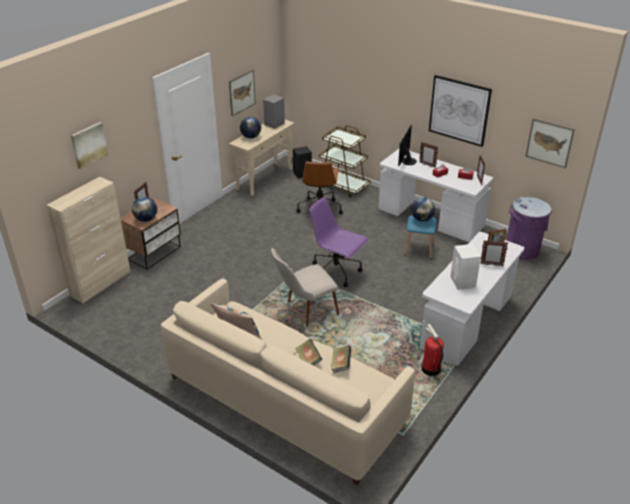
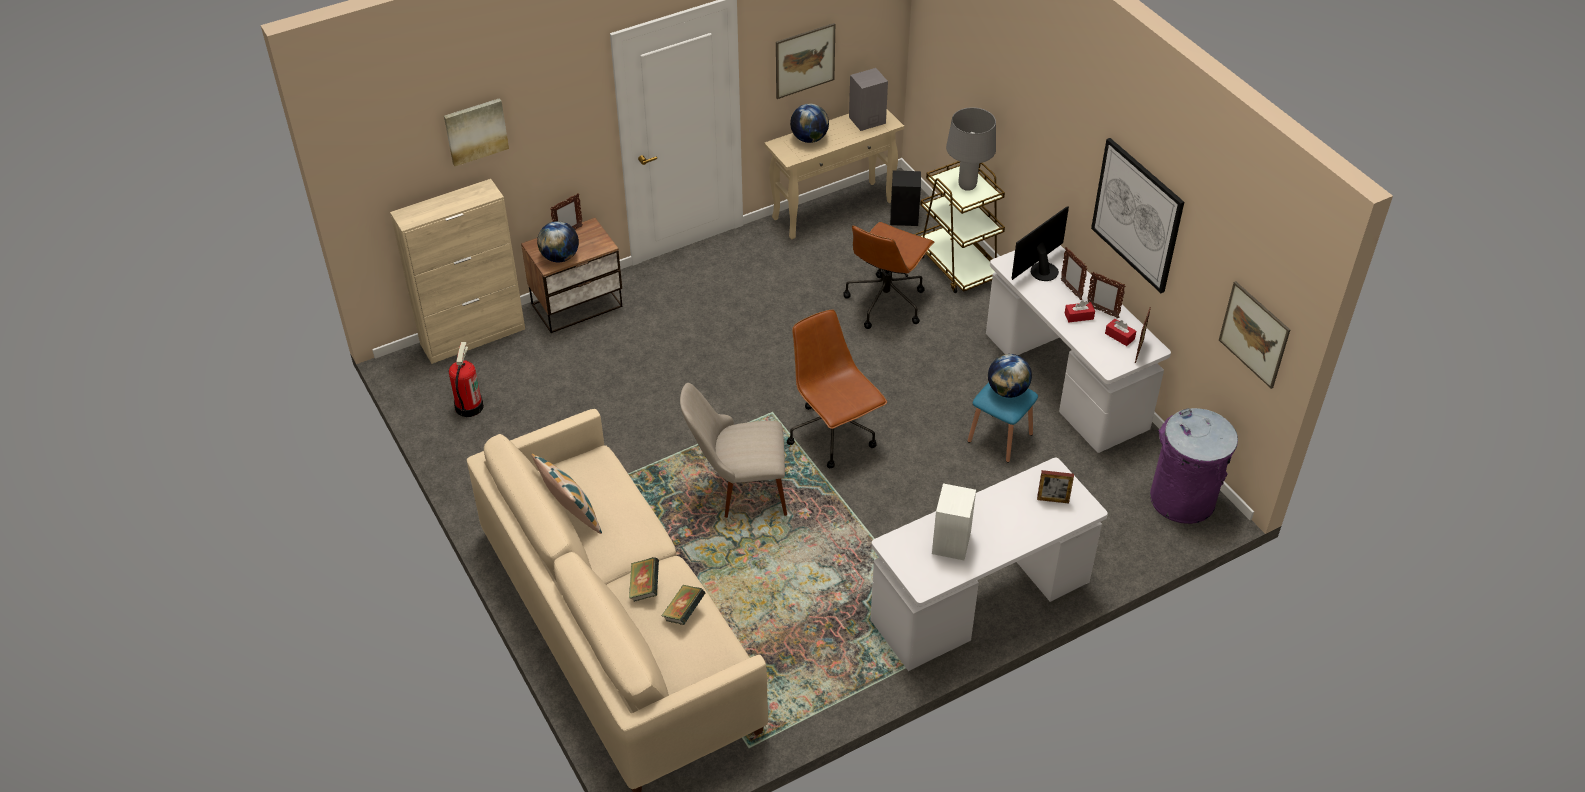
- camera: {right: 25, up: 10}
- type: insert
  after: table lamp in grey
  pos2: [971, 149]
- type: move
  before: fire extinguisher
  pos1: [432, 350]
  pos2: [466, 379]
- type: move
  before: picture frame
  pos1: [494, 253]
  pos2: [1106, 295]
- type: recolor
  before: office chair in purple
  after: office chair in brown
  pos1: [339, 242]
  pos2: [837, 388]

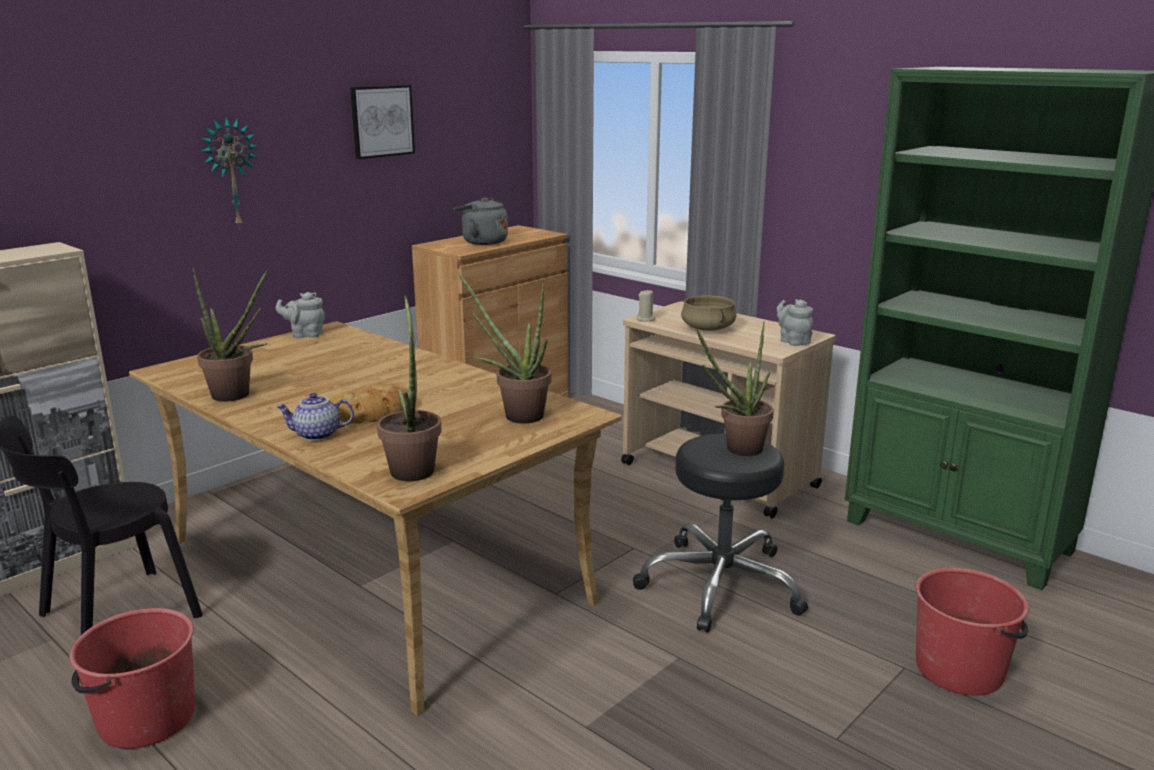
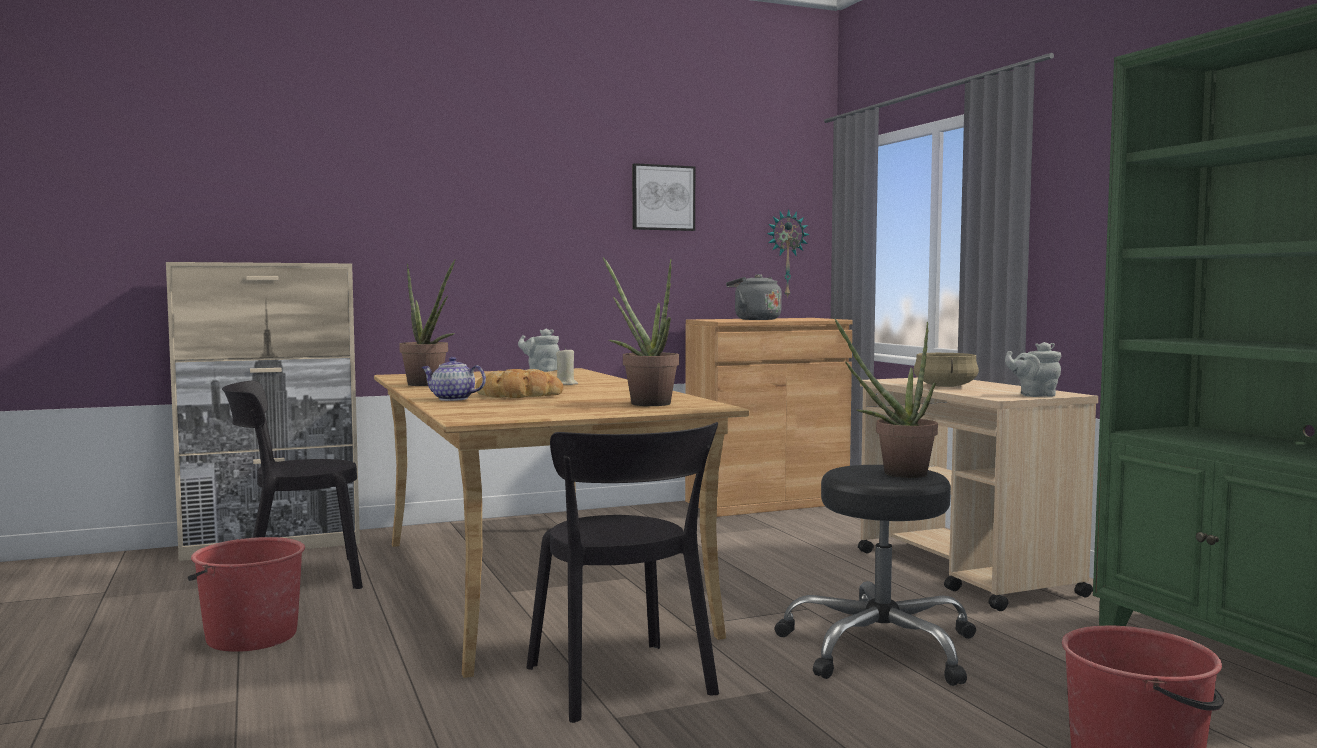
- camera: {right: 25, up: -15}
- type: delete
  before: potted plant
  pos1: [409, 388]
- type: insert
  after: chair in black
  pos2: [622, 572]
- type: move
  before: wall clock
  pos1: [229, 172]
  pos2: [788, 254]
- type: move
  before: candle in beige
  pos1: [646, 305]
  pos2: [567, 366]
- type: rotate
  before: teapot in grey
  pos1: [795, 322]
  pos2: [1033, 369]
  turn: -90

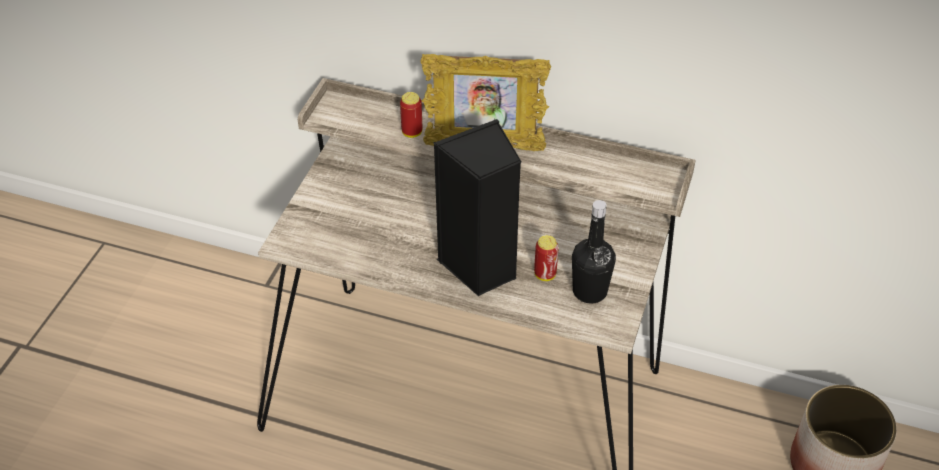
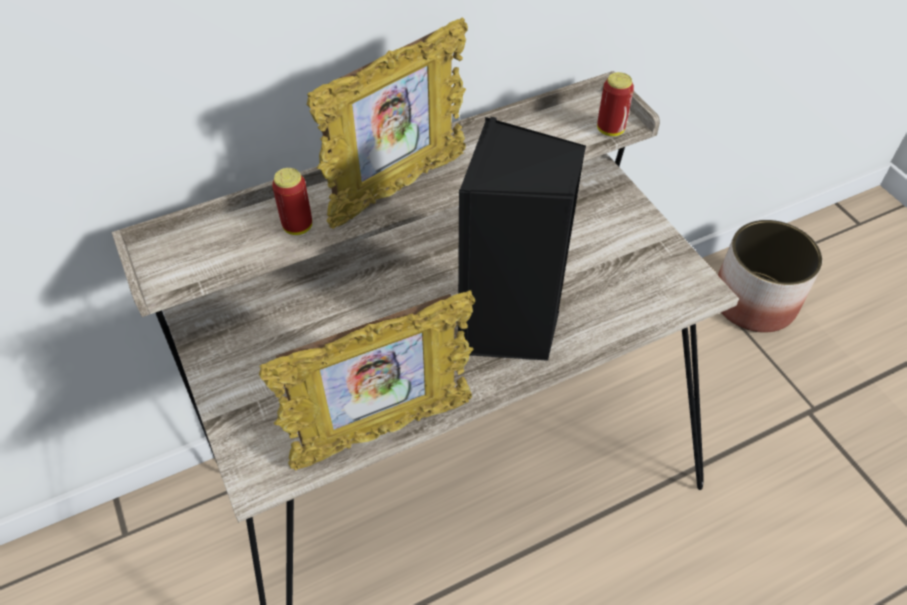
- camera: {right: -45, up: 5}
- type: delete
  before: bottle in black
  pos1: [594, 252]
- type: insert
  after: picture frame
  pos2: [367, 380]
- type: move
  before: can
  pos1: [546, 258]
  pos2: [615, 104]

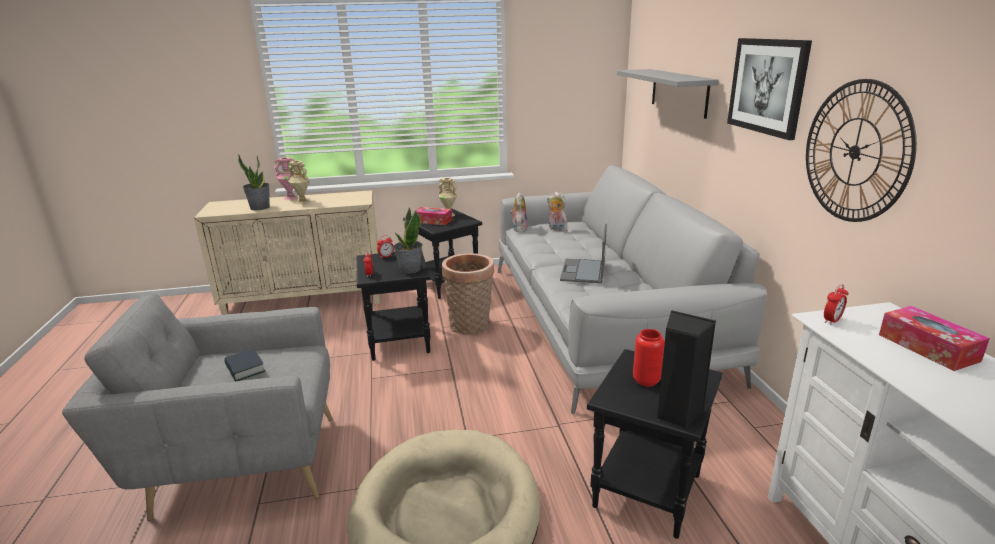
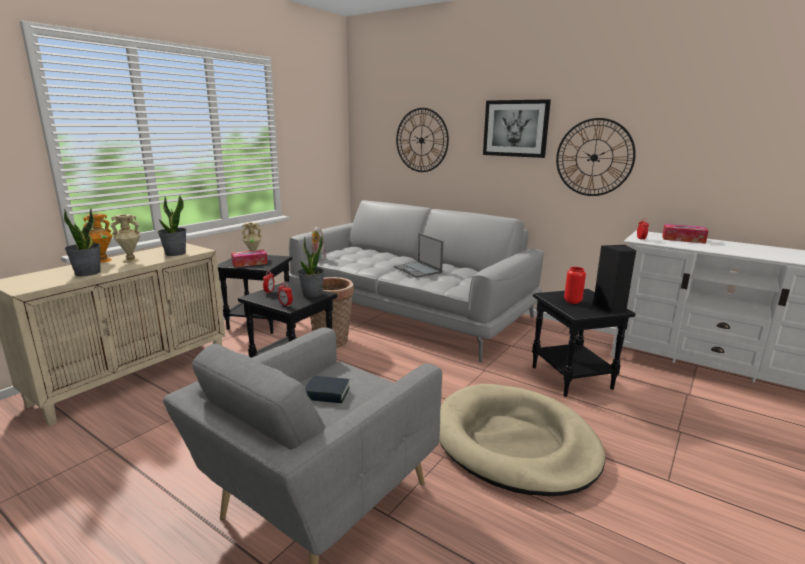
- camera: {right: -45, up: -5}
- type: delete
  before: plush toy
  pos1: [557, 211]
- type: insert
  after: potted plant
  pos2: [172, 225]
- type: replace
  before: shelf in grey
  after: wall clock
  pos1: [668, 94]
  pos2: [422, 140]
- type: recolor
  before: vase in pink
  after: vase in orange
  pos1: [286, 178]
  pos2: [98, 238]

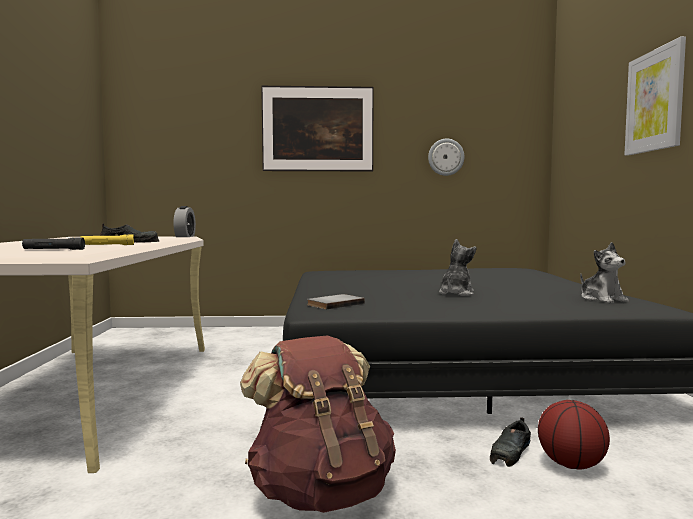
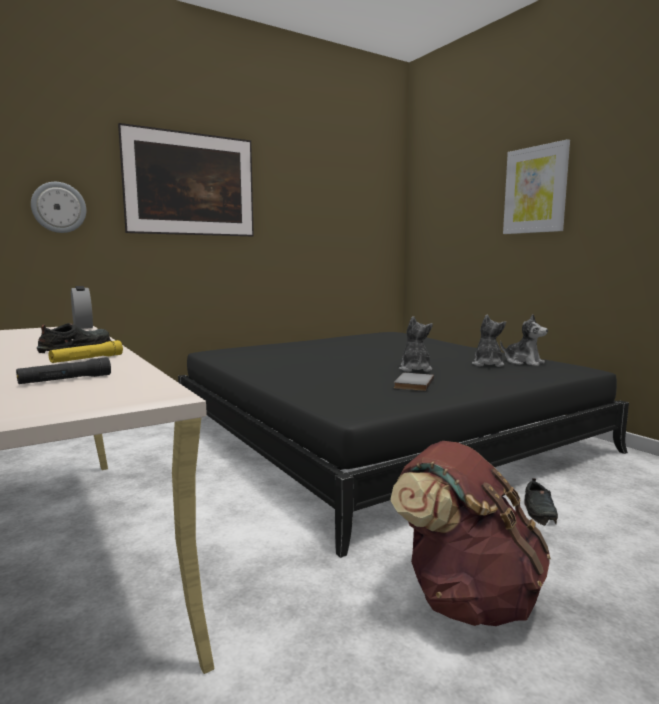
- camera: {right: -30, up: 5}
- type: delete
  before: basketball
  pos1: [574, 435]
- type: insert
  after: plush toy
  pos2: [489, 341]
- type: move
  before: book in grey
  pos1: [336, 302]
  pos2: [414, 382]
- type: move
  before: wall clock
  pos1: [446, 157]
  pos2: [58, 207]

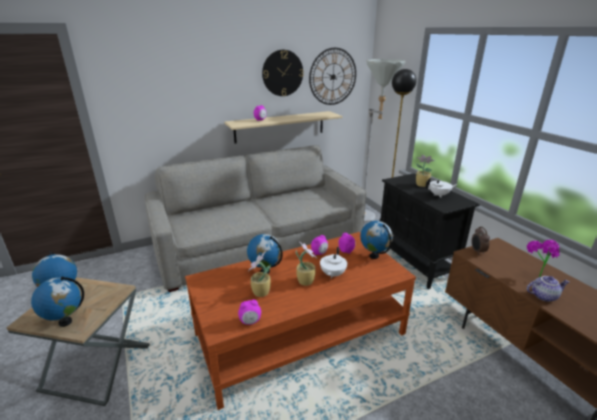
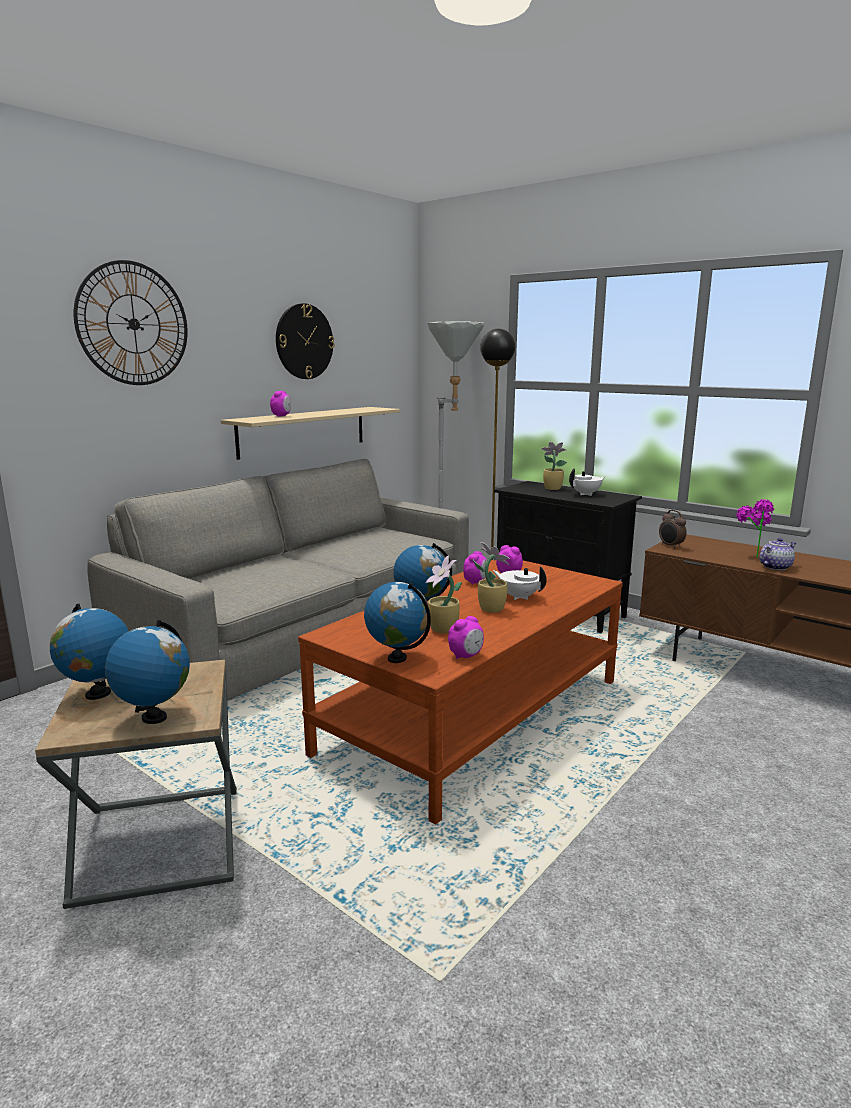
- camera: {right: -25, up: -10}
- type: move
  before: wall clock
  pos1: [332, 76]
  pos2: [131, 322]
- type: move
  before: globe
  pos1: [376, 240]
  pos2: [397, 622]
- type: rotate
  before: teapot in white
  pos1: [333, 263]
  pos2: [520, 583]
  turn: 135

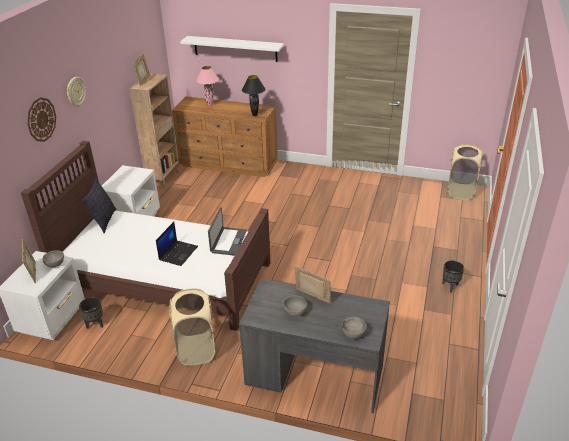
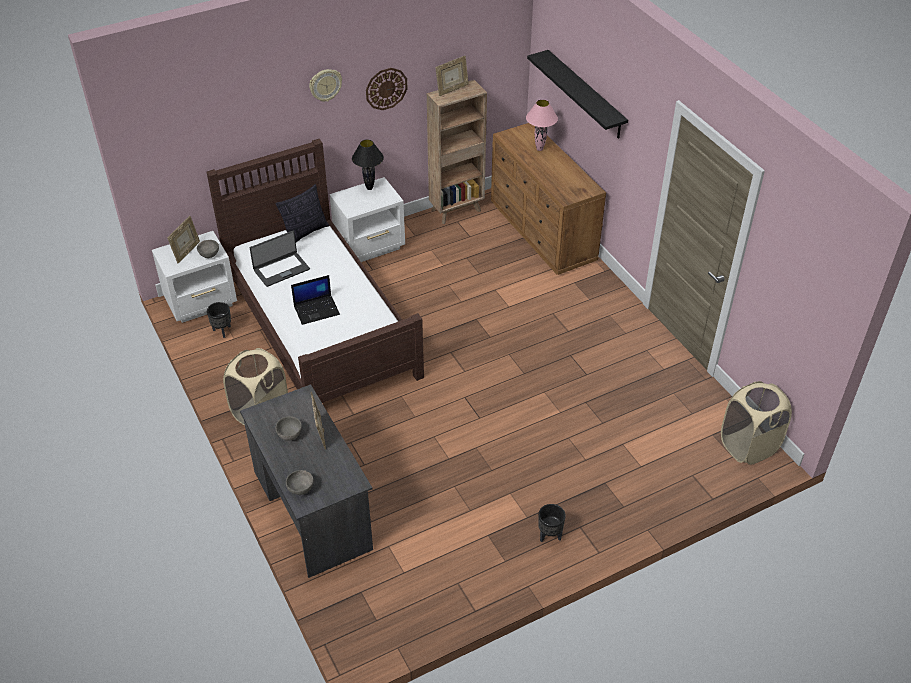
- camera: {right: 45, up: 10}
- type: move
  before: wall clock
  pos1: [41, 119]
  pos2: [387, 89]
- type: move
  before: laptop
  pos1: [227, 231]
  pos2: [280, 259]
- type: move
  before: table lamp in black
  pos1: [253, 95]
  pos2: [368, 165]
- type: recolor
  before: shelf in white
  after: shelf in black
  pos1: [232, 49]
  pos2: [577, 94]

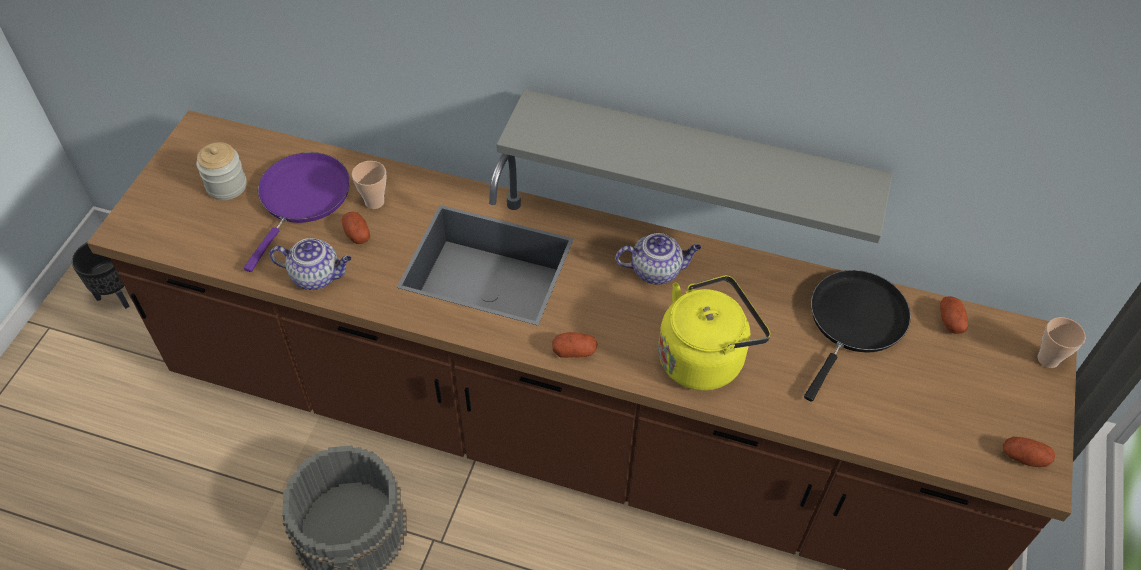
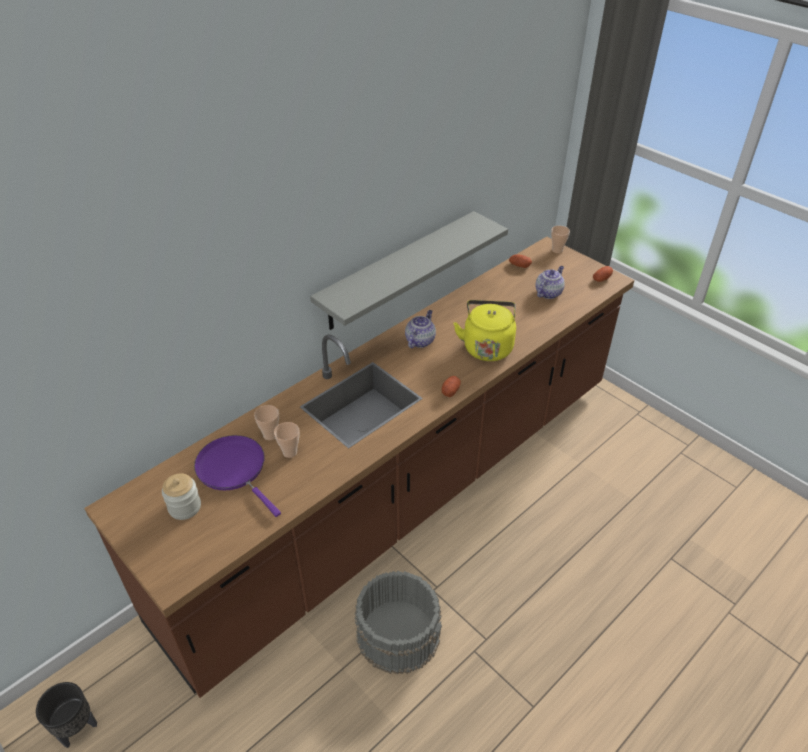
- camera: {right: -60, up: -10}
- type: delete
  before: frying pan in black
  pos1: [857, 335]
- type: move
  before: teapot
  pos1: [310, 264]
  pos2: [550, 282]
- type: replace
  before: potato
  after: cup
  pos1: [355, 228]
  pos2: [287, 440]

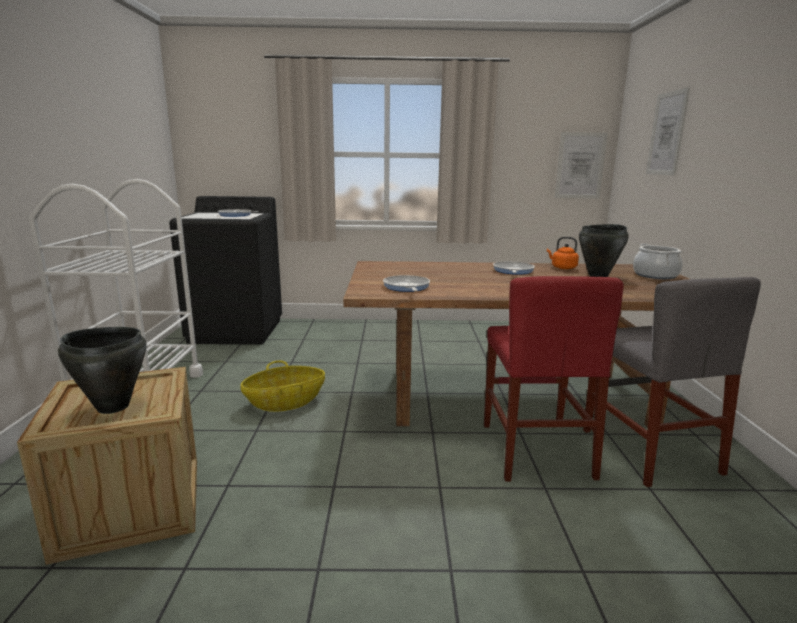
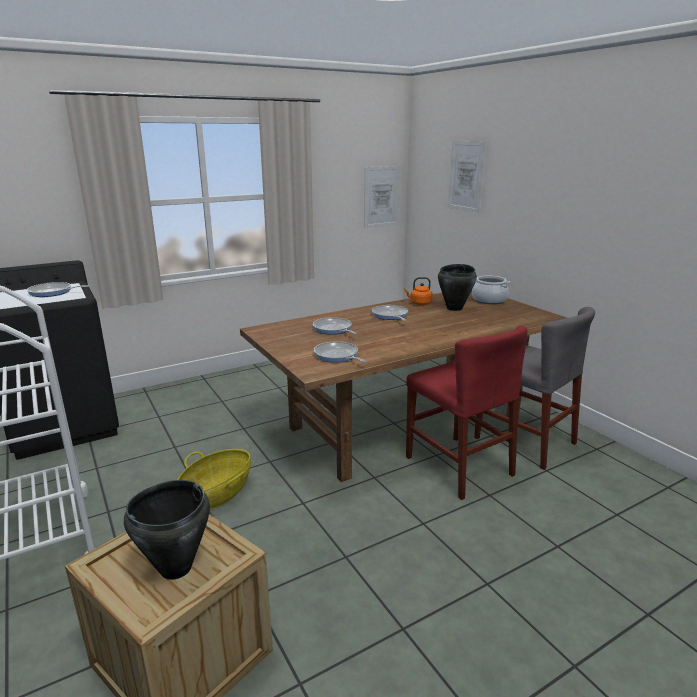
- camera: {right: -30, up: 5}
- type: insert
  after: frying pan
  pos2: [335, 326]

